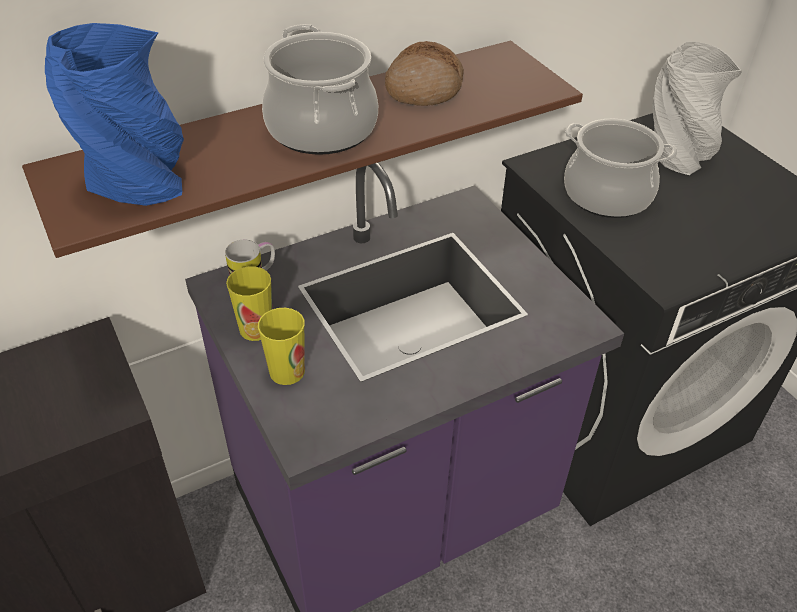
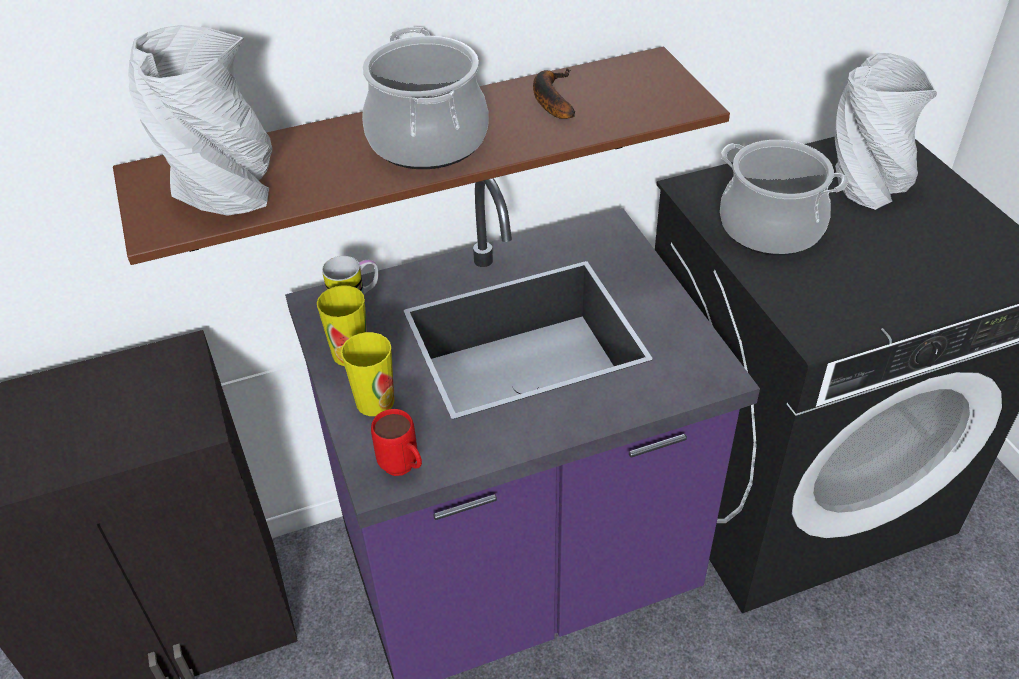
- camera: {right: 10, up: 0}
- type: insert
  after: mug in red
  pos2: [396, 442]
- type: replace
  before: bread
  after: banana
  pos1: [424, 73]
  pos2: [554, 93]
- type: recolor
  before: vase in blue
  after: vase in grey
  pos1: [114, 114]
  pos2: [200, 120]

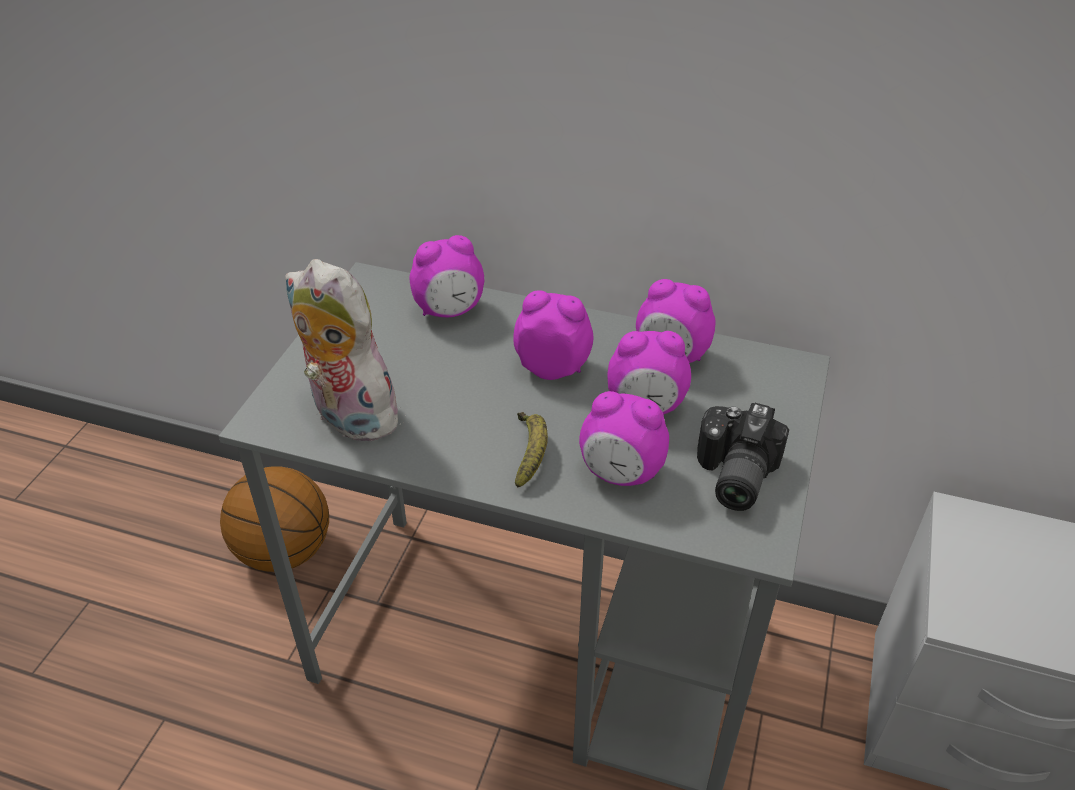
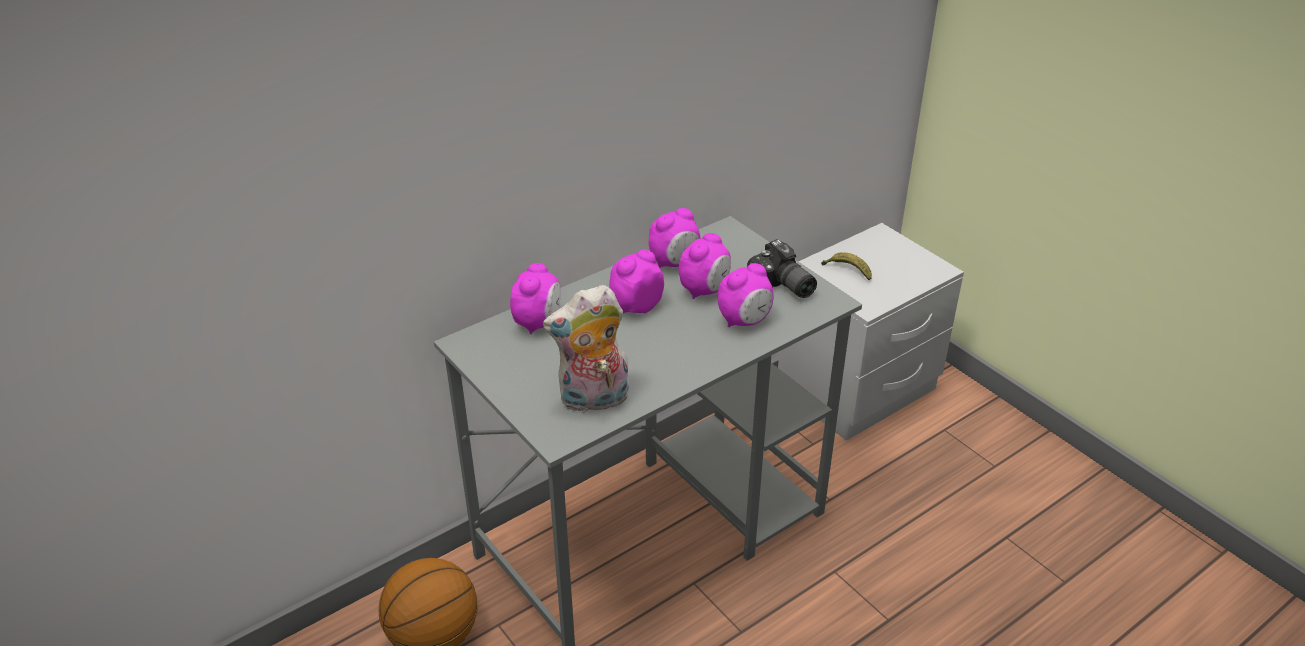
- camera: {right: -55, up: -5}
- type: move
  before: banana
  pos1: [531, 449]
  pos2: [846, 266]

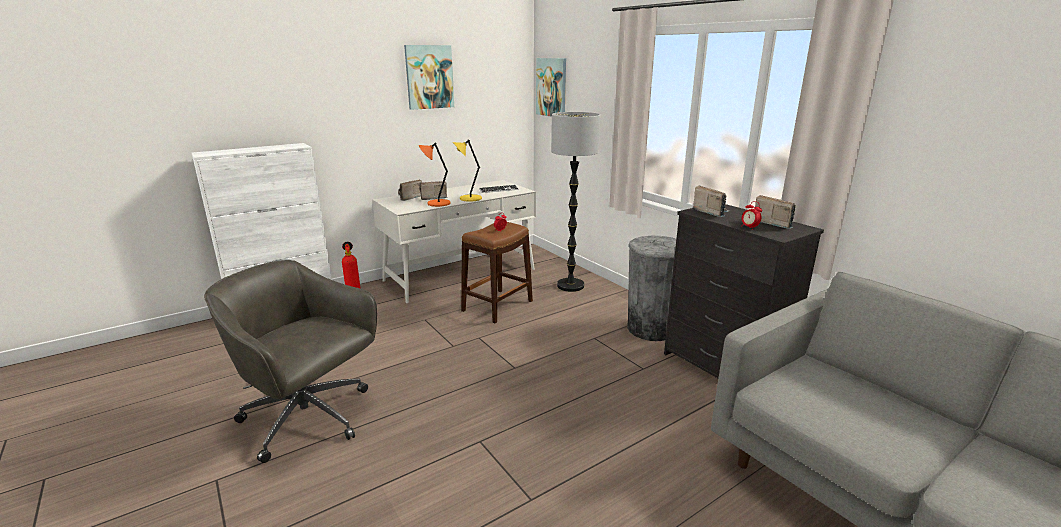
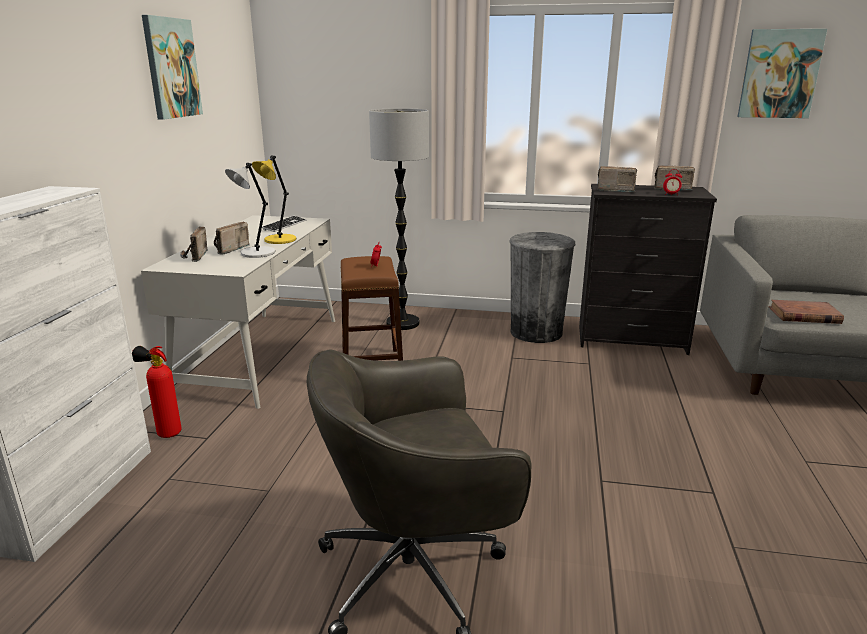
- camera: {right: -45, up: 0}
- type: insert
  after: book in brown
  pos2: [806, 312]
- type: move
  before: picture
  pos1: [551, 87]
  pos2: [782, 73]
- type: recolor
  before: table lamp in orange
  after: table lamp in grey
  pos1: [435, 174]
  pos2: [250, 210]

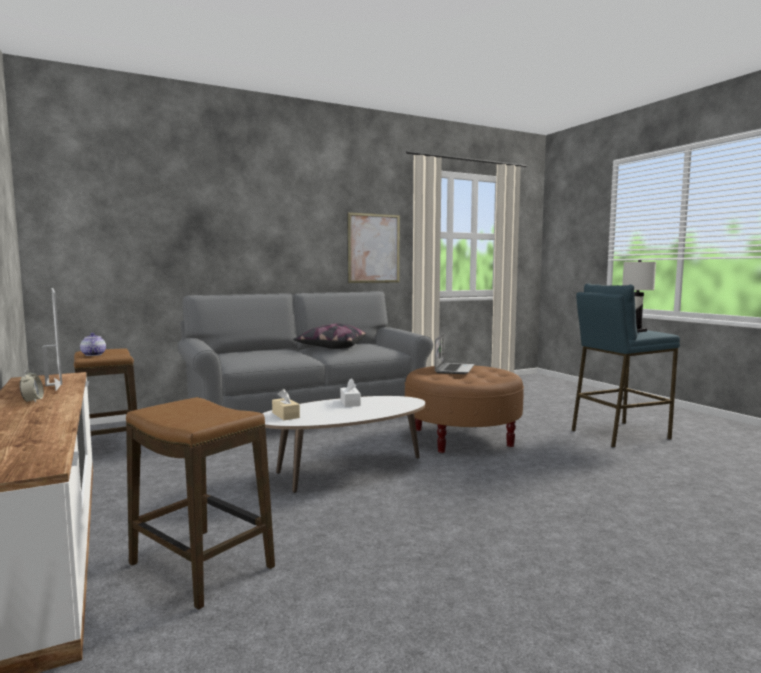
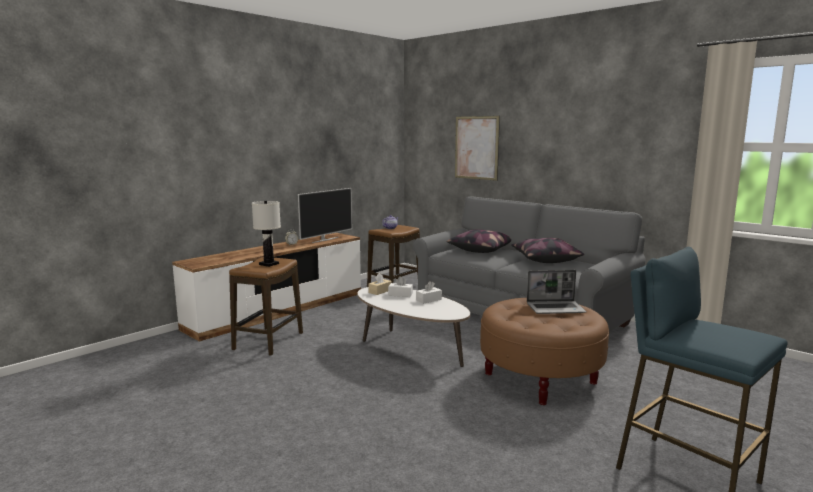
- camera: {right: 70, up: 5}
- type: insert
  after: tissue box in white
  pos2: [400, 286]
- type: insert
  after: pillow
  pos2: [478, 241]
- type: move
  before: picture
  pos1: [373, 247]
  pos2: [477, 148]
- type: move
  before: table lamp in white
  pos1: [639, 296]
  pos2: [266, 234]

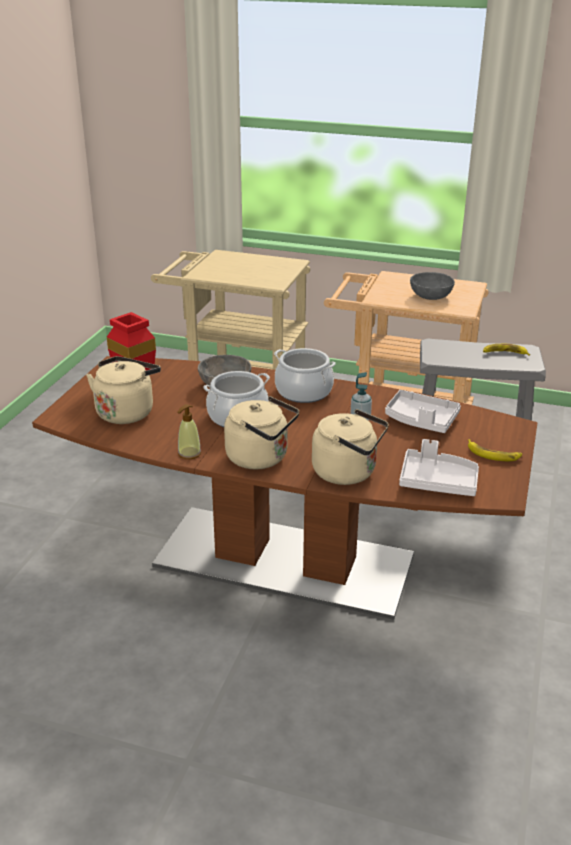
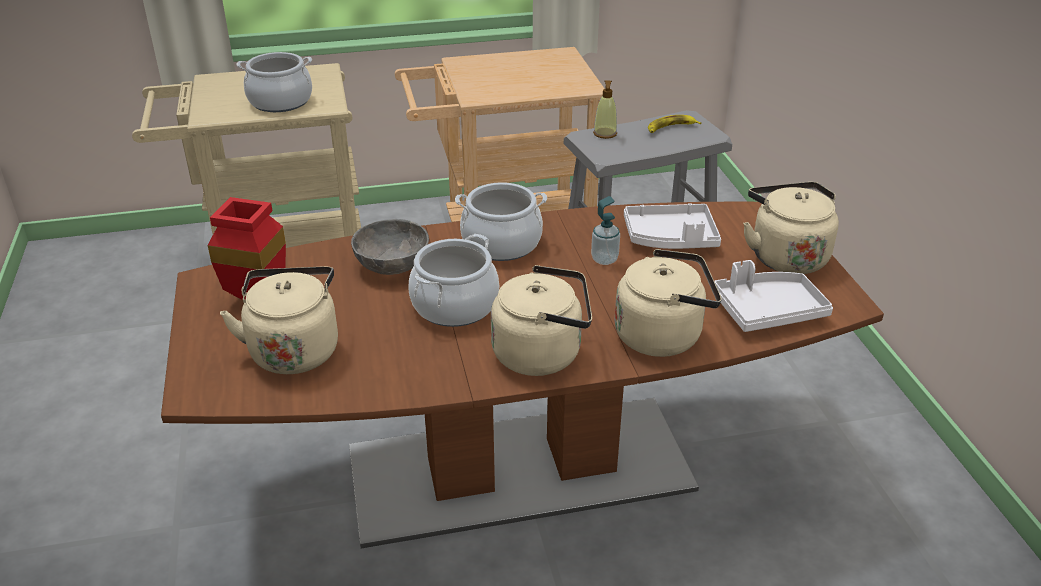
- camera: {right: -30, up: 5}
- type: delete
  before: bowl in grey
  pos1: [432, 286]
- type: insert
  after: cooking pot
  pos2: [274, 82]
- type: move
  before: soap dispenser
  pos1: [189, 431]
  pos2: [605, 109]
- type: replace
  before: banana
  after: kettle in beige
  pos1: [495, 450]
  pos2: [791, 228]

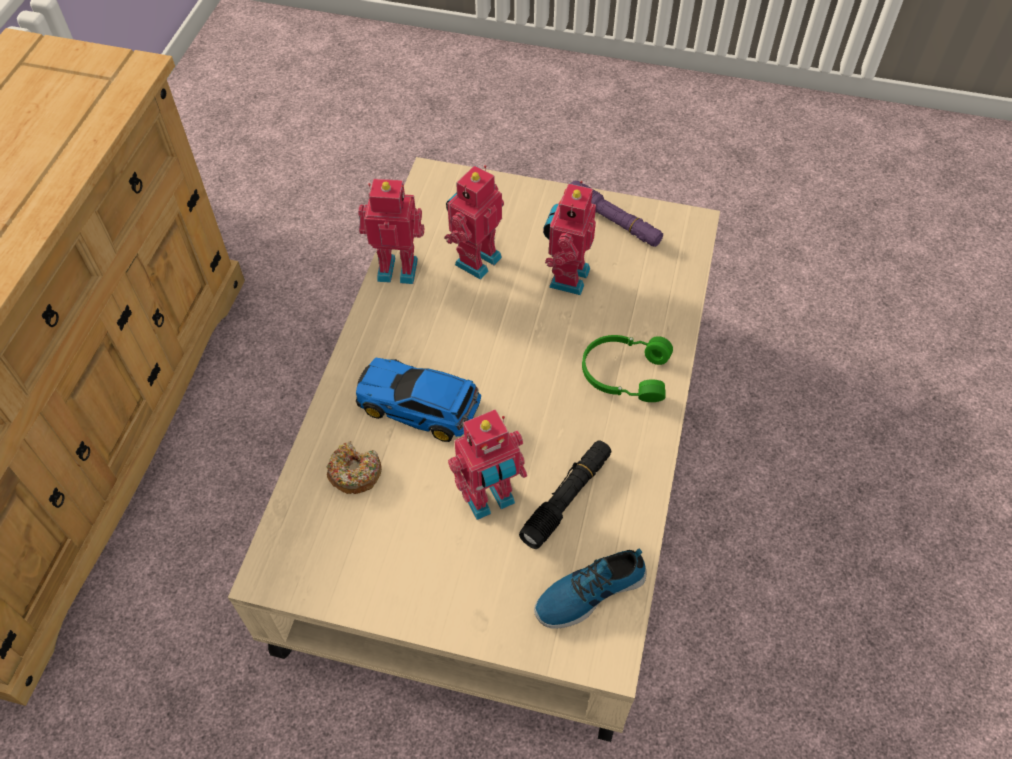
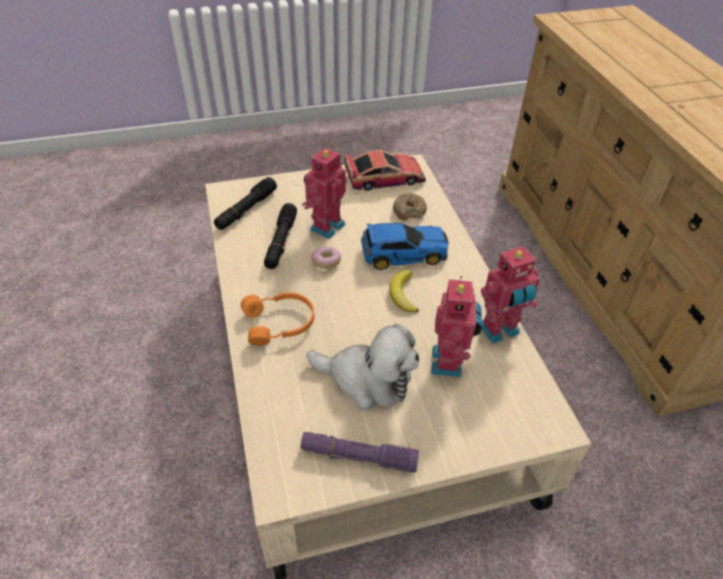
- camera: {right: 150, up: -10}
- type: insert
  after: donut
  pos2: [326, 257]
- type: insert
  after: toy car
  pos2: [385, 170]
- type: insert
  after: banana
  pos2: [404, 291]
- type: replace
  before: shoe
  after: flashlight in black
  pos1: [590, 588]
  pos2: [245, 203]
- type: replace
  before: toy robot
  after: plush toy
  pos1: [569, 238]
  pos2: [362, 367]
- type: recolor
  before: headphones in green
  after: headphones in orange
  pos1: [627, 368]
  pos2: [277, 319]

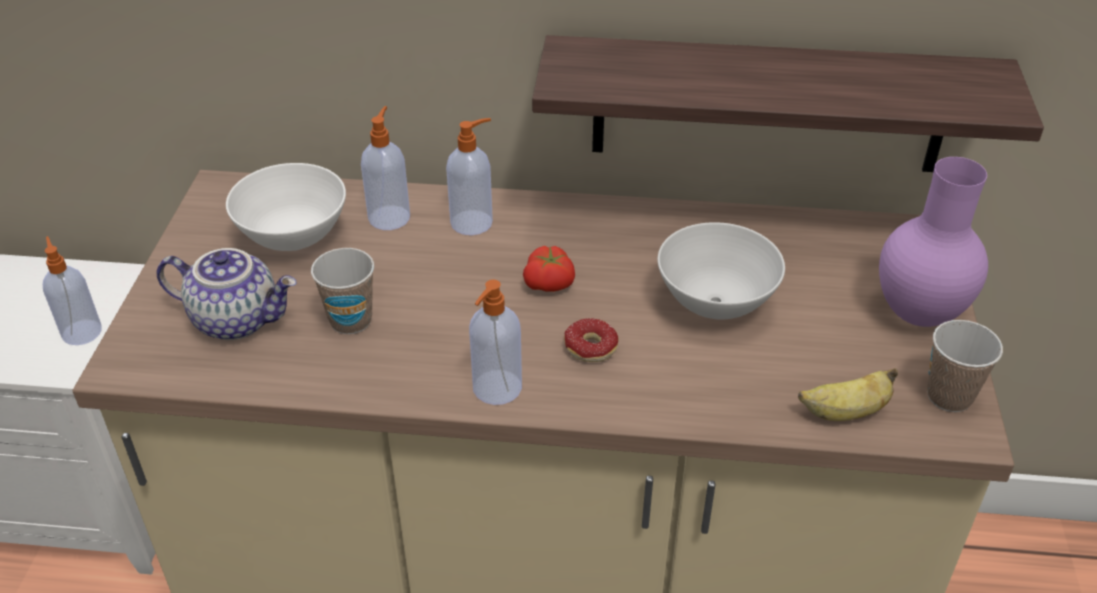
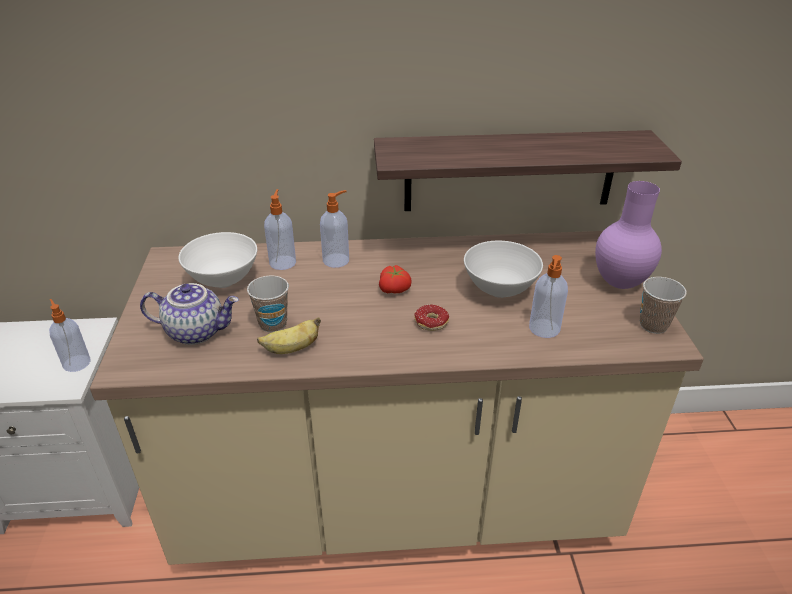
- camera: {right: -10, up: -5}
- type: move
  before: soap dispenser
  pos1: [495, 342]
  pos2: [548, 296]
- type: move
  before: banana
  pos1: [848, 394]
  pos2: [289, 335]

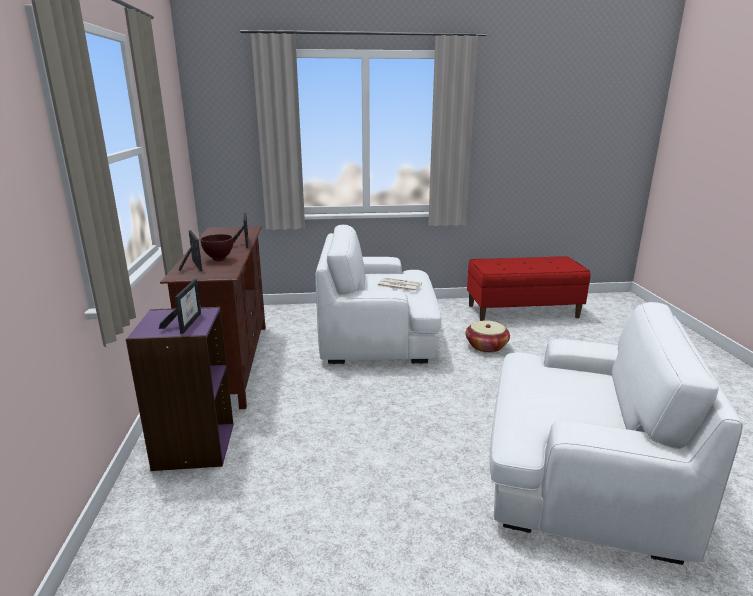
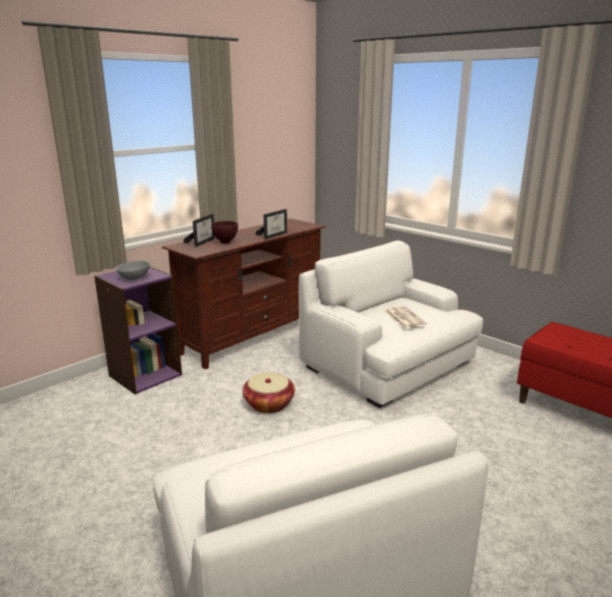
- camera: {right: 50, up: 0}
- type: move
  before: basket
  pos1: [487, 336]
  pos2: [268, 392]
- type: replace
  before: picture frame
  after: bowl in grey
  pos1: [180, 306]
  pos2: [133, 270]

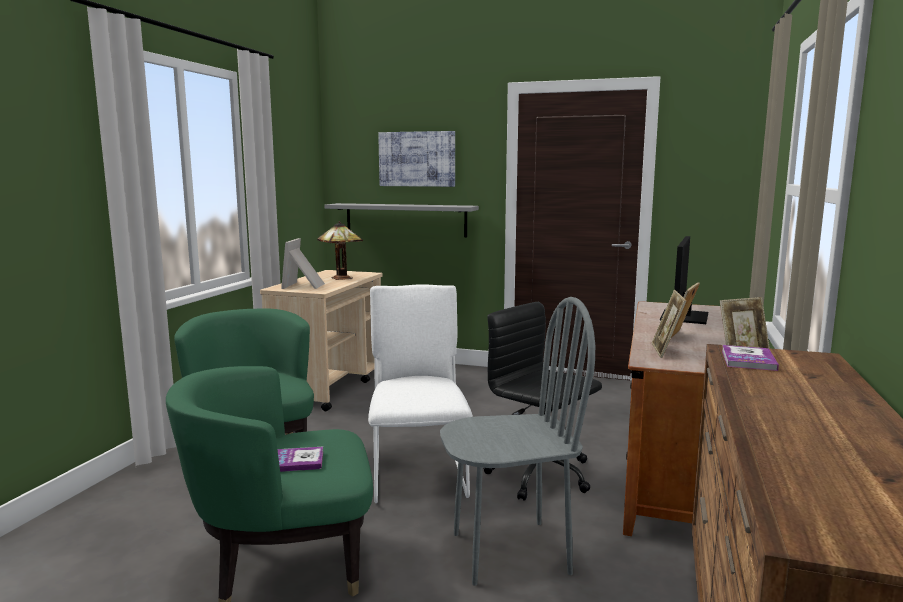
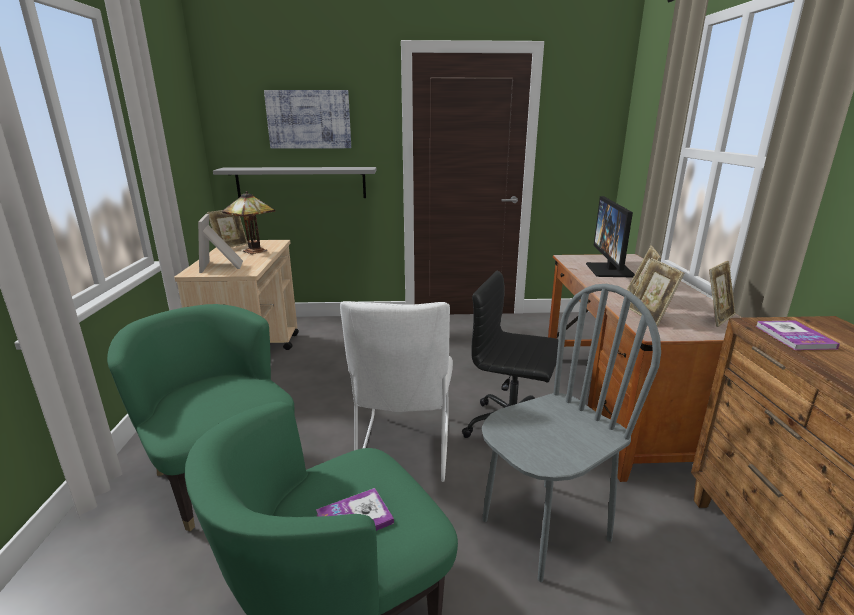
- camera: {right: -20, up: 10}
- type: insert
  after: picture frame
  pos2: [227, 228]
- type: rotate
  before: chair in white
  pos1: [420, 393]
  pos2: [396, 391]
  turn: -150

